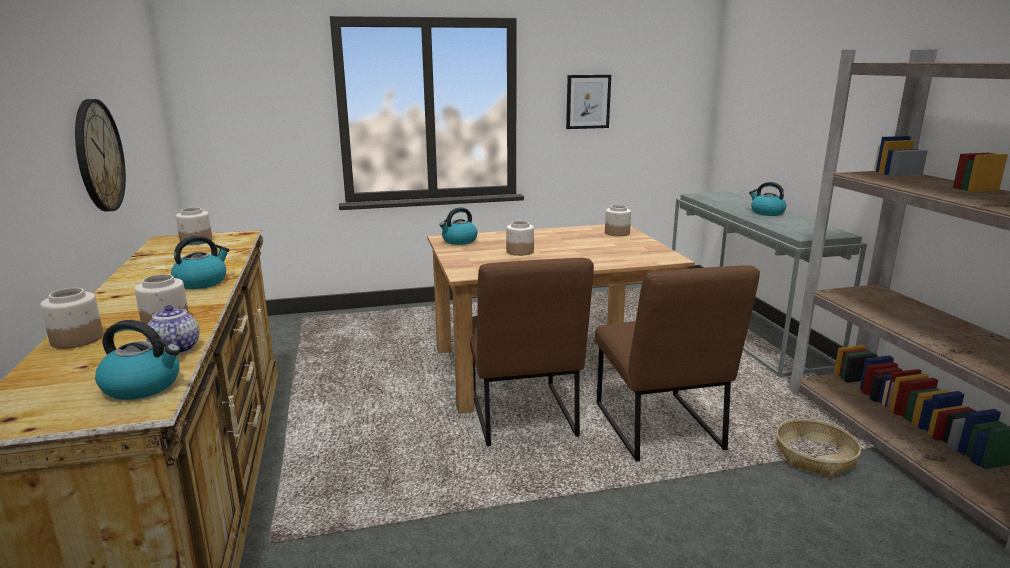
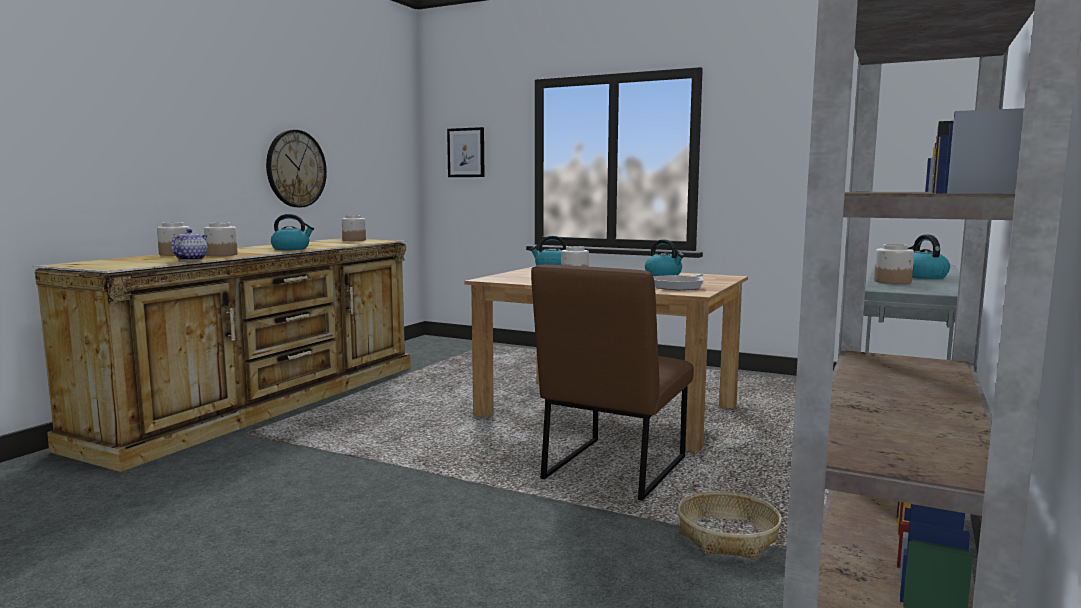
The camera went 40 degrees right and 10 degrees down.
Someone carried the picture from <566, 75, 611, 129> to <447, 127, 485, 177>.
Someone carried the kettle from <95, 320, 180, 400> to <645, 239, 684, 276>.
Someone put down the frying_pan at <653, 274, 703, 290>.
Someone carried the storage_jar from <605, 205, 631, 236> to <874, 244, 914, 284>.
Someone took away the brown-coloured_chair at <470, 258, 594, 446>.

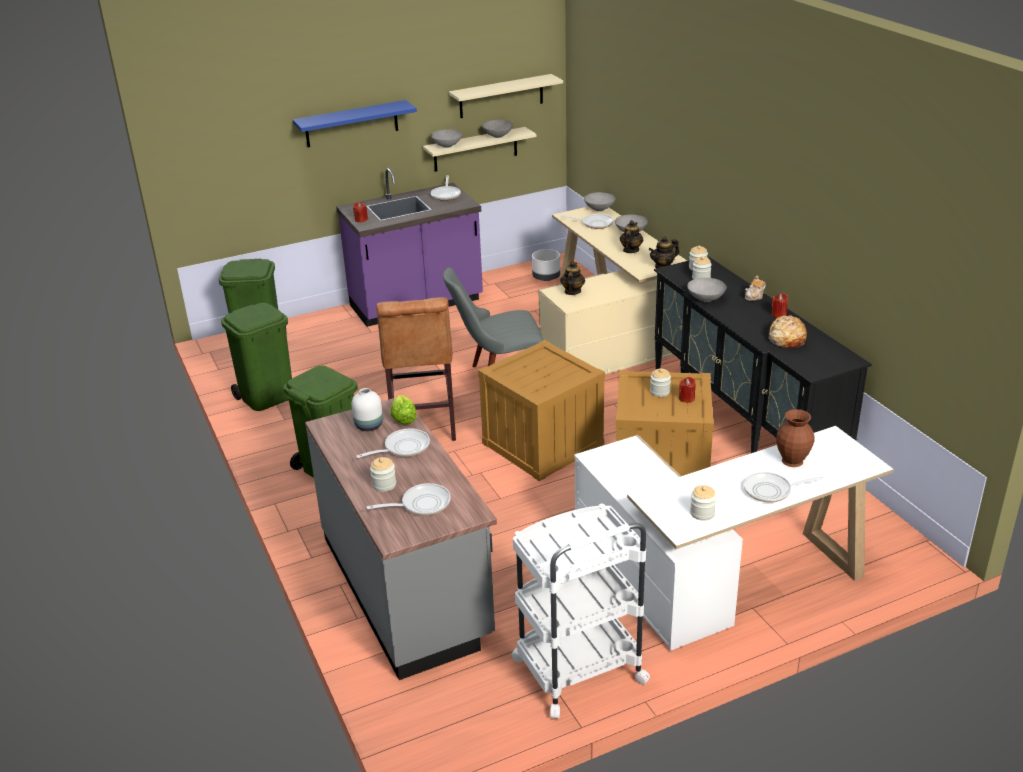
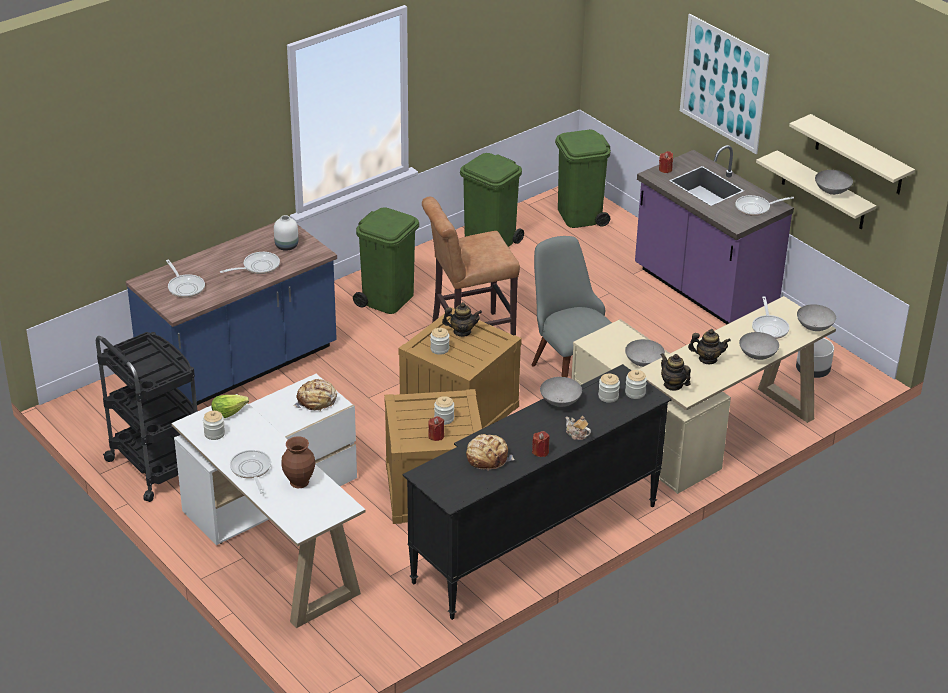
The camera went 75 degrees right and 5 degrees up.
Someone repainted the white-coloured_trolley at <511, 504, 650, 719>, which became the black_trolley at <96, 332, 198, 502>.
Someone repainted the gray_counter at <305, 398, 497, 680>, which became the blue_counter at <126, 222, 337, 405>.
Someone carried the head_of_lettuce from <391, 394, 417, 425> to <211, 395, 249, 418>.
Someone rotated the frying_pan at <356, 429, 430, 458> by 75 degrees counterclockwise.
Someone put down the baked_bread at <293, 379, 337, 412>.
Someone carried the storage_jar from <370, 457, 396, 492> to <430, 328, 450, 355>.
Someone carried the pot_for_tea from <560, 261, 585, 295> to <442, 302, 482, 337>.
Someone carried the gray_serving_bowl from <431, 129, 462, 148> to <625, 339, 665, 367>.
Someone swapped the blue_wall_shelf at <293, 100, 417, 147> for the picture at <680, 14, 769, 154>.

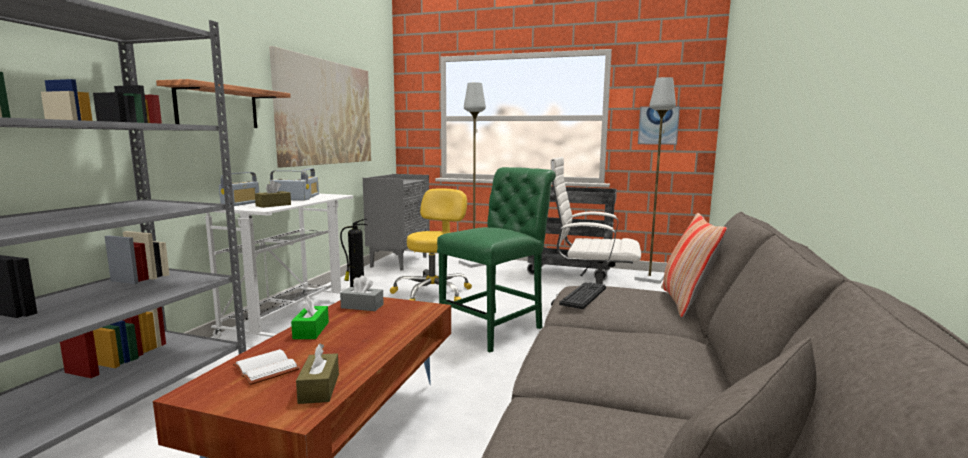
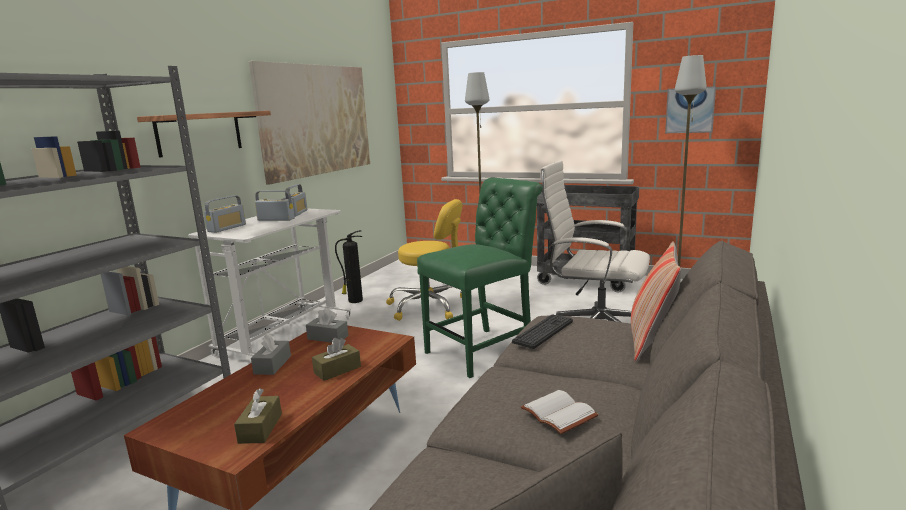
The camera went 10 degrees right and 5 degrees up.
Someone repainted the greenish_box_of_tissues at <291, 296, 329, 339>, which became the gray_box_of_tissues at <251, 333, 291, 375>.
Someone carried the brown-coloured_box_of_tissues from <255, 181, 291, 208> to <312, 338, 361, 381>.
Someone rotated the yellow_office_chair at <390, 188, 472, 301> by 75 degrees clockwise.
Someone carried the white-coloured_book from <233, 349, 300, 385> to <521, 390, 598, 434>.
Someone took away the gray_storage_cabinet at <363, 174, 430, 270>.

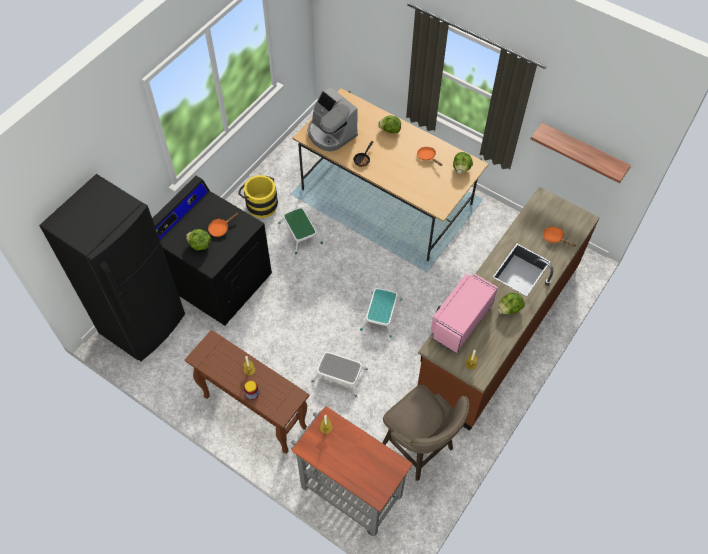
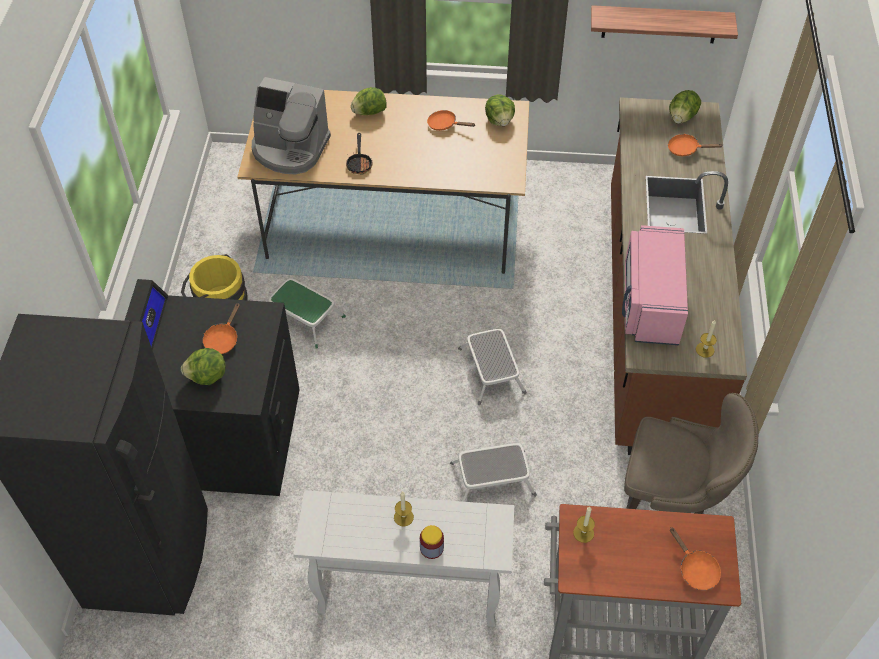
The camera went 30 degrees left and 5 degrees down.
Someone repainted the brown-coloured_hall_table at <185, 330, 309, 454>, which became the white-coloured_hall_table at <293, 490, 514, 627>.
Someone repainted the turquoise_step_ladder at <360, 288, 402, 338>, which became the gray_step_ladder at <458, 329, 527, 406>.
Someone carried the head_of_lettuce from <498, 293, 525, 314> to <669, 90, 701, 124>.
Someone put down the orange_frying_pan at <670, 527, 721, 590>.

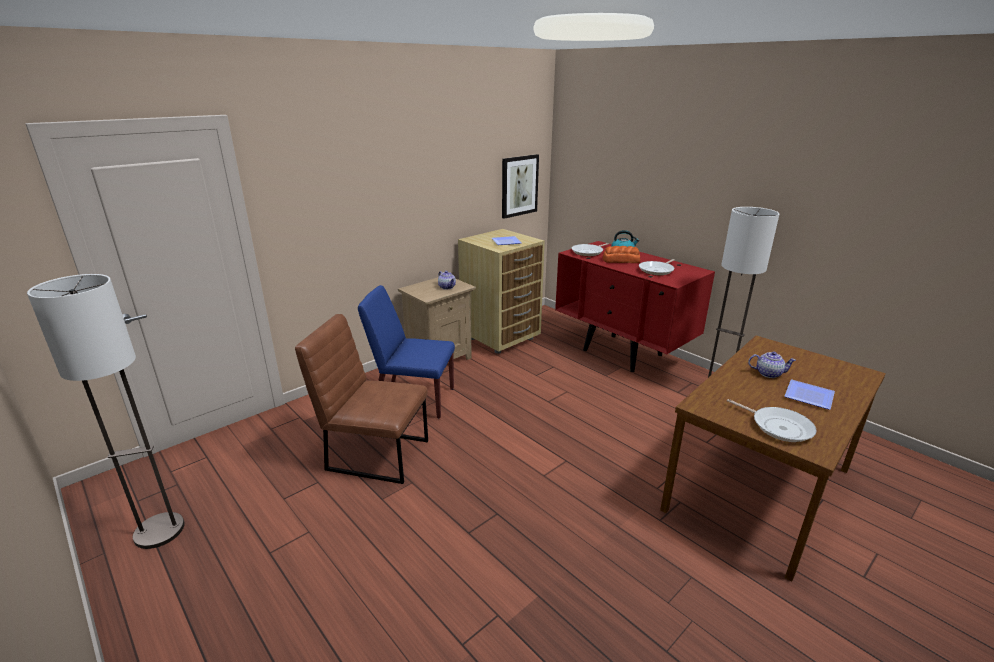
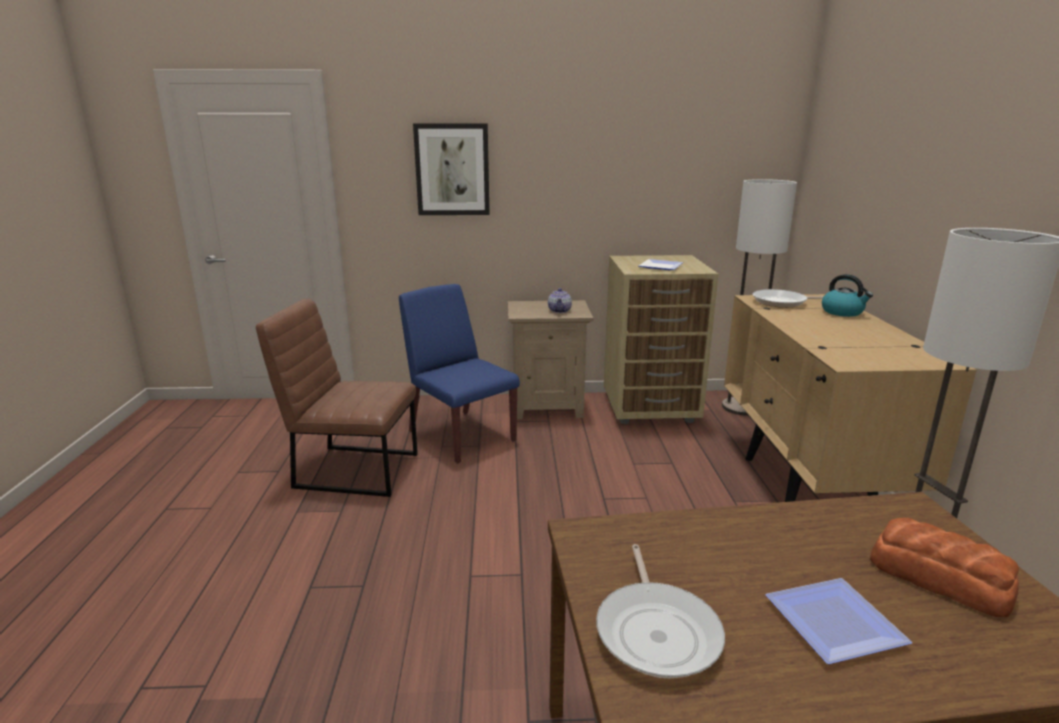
The camera went 40 degrees right and 5 degrees down.
Someone rotated the brown-coloured_chair at <295, 314, 428, 484> by 45 degrees counterclockwise.
Someone carried the picture from <502, 154, 539, 219> to <413, 123, 490, 215>.
Someone carried the standard_lamp from <27, 274, 185, 549> to <722, 179, 797, 416>.
Someone repainted the reddish_drawer_chest at <555, 241, 715, 372>, which became the sand-coloured_drawer_chest at <724, 294, 977, 502>.
Someone carried the baked_bread from <603, 246, 640, 263> to <870, 518, 1019, 617>.
Someone took away the frying_pan at <639, 259, 675, 275>.
Someone took away the pot_for_tea at <748, 351, 796, 378>.

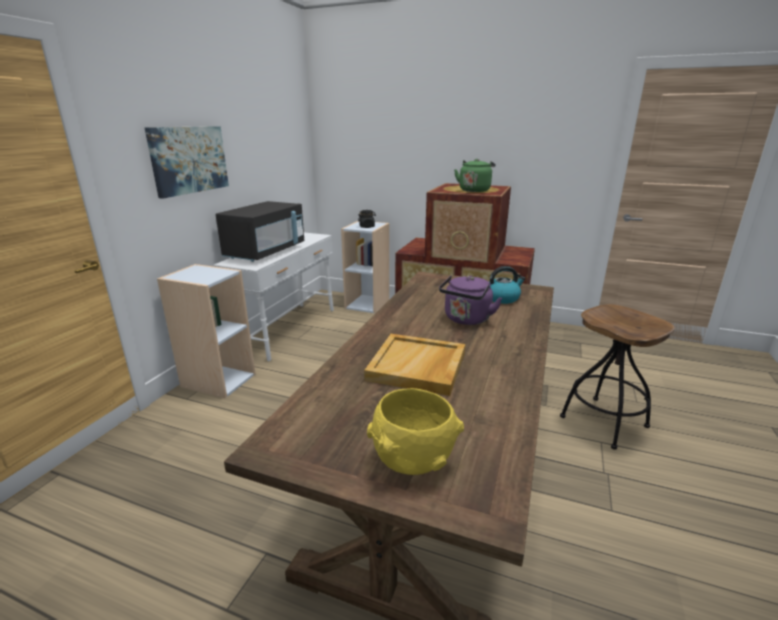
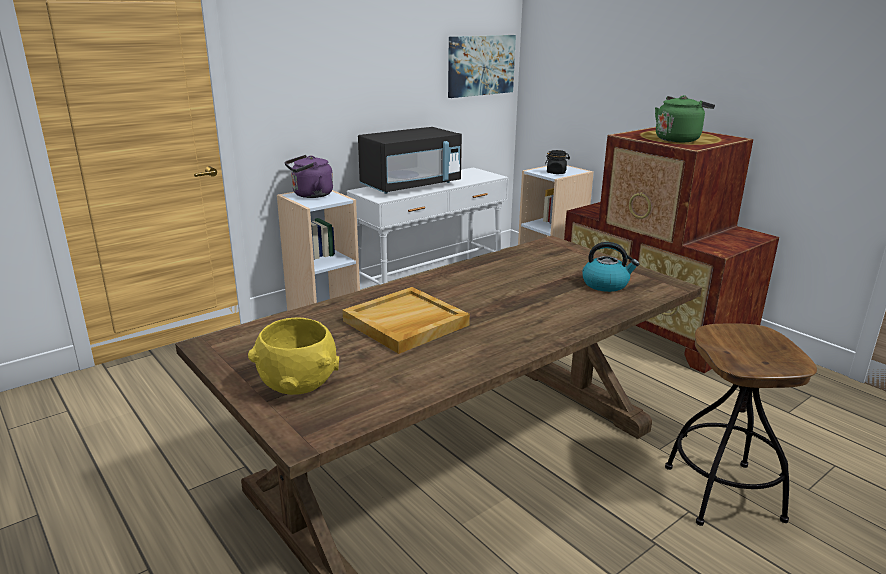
The camera went 30 degrees right and 0 degrees up.
Someone carried the purplish_kettle from <439, 275, 502, 325> to <285, 155, 333, 198>.
Someone carried the picture from <144, 126, 229, 199> to <448, 35, 516, 98>.

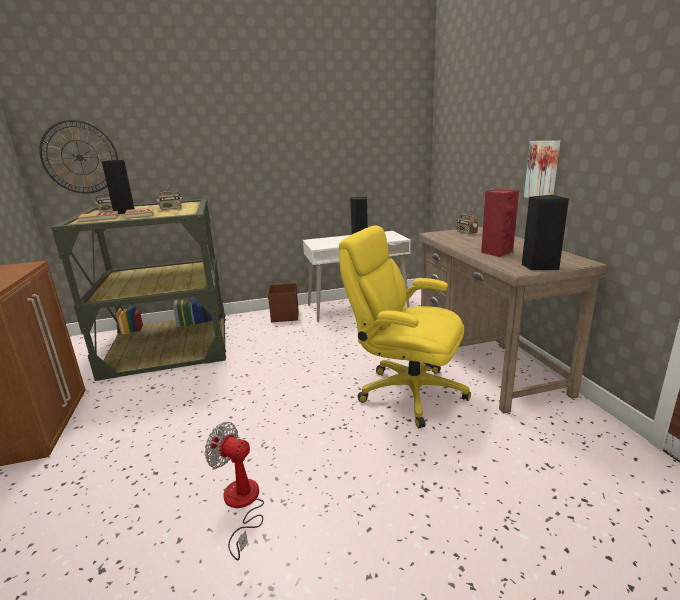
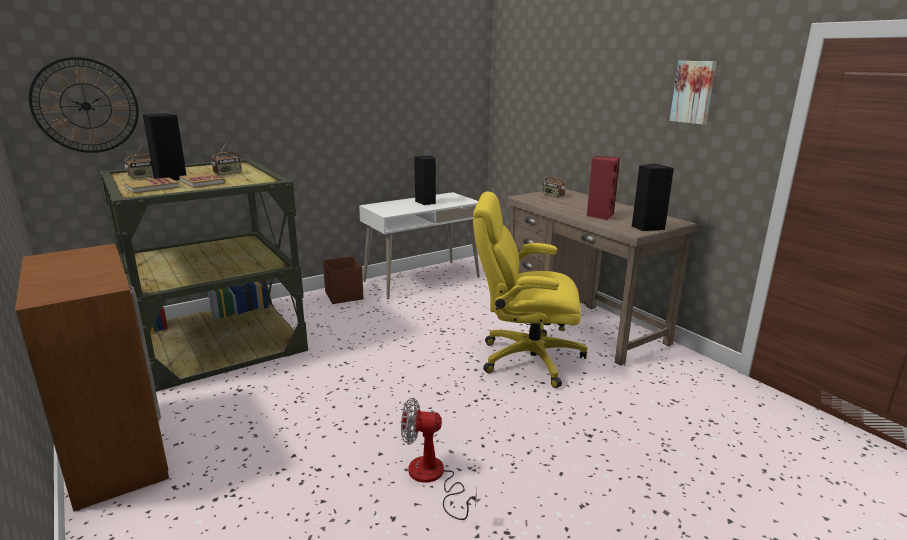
The camera went 20 degrees left and 0 degrees up.
Someone carried the picture from <524, 141, 560, 198> to <670, 61, 717, 125>.

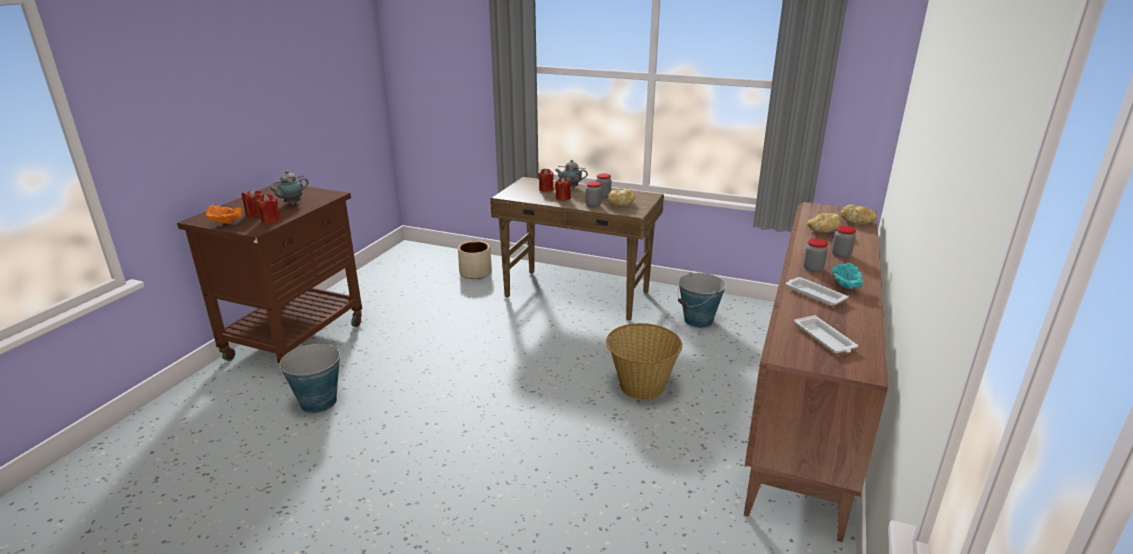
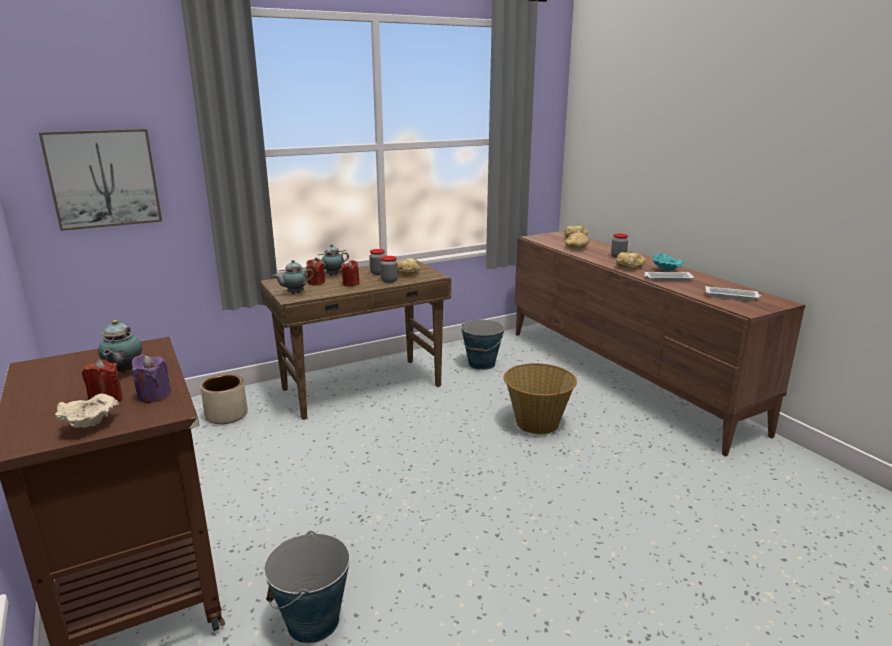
The camera went 50 degrees left and 5 degrees down.
Someone put up the picture at <39, 129, 162, 231>.
Someone repainted the orange_serving_bowl at <205, 205, 242, 224>, which became the sand-coloured_serving_bowl at <55, 394, 119, 428>.
Someone repainted the reddish_candle at <256, 194, 281, 223>, which became the purplish_candle at <132, 355, 171, 403>.
Someone put down the pot_for_tea at <272, 260, 314, 294>.
Someone swapped the storage_jar at <803, 238, 828, 272> for the baked_bread at <616, 252, 646, 269>.

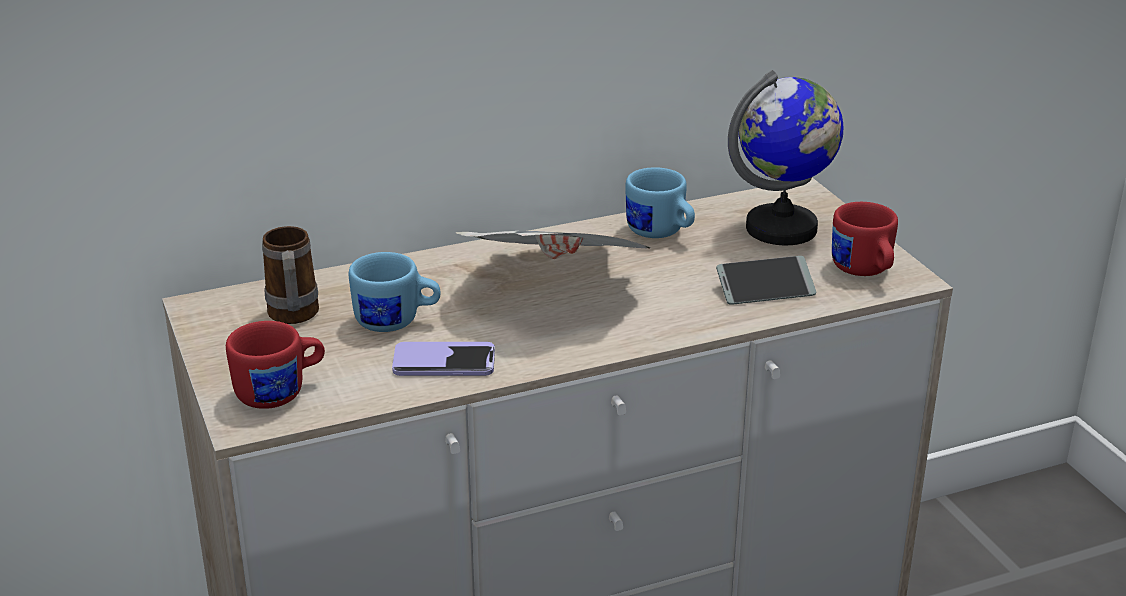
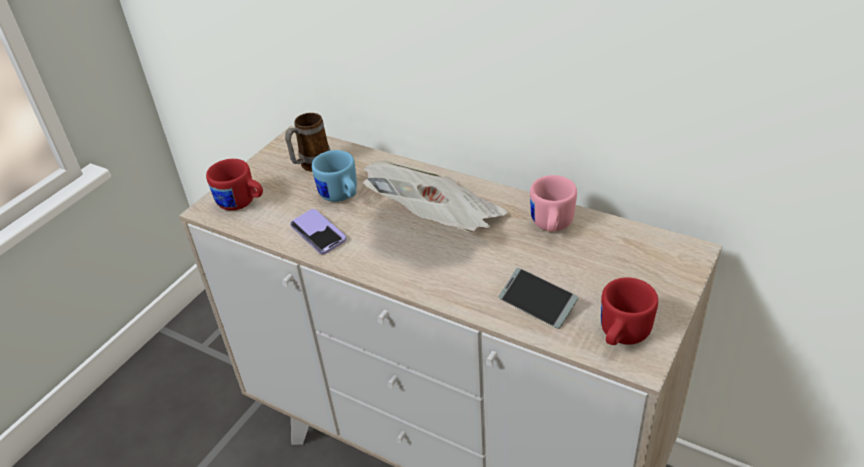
The camera went 55 degrees right and 10 degrees up.
Someone repainted the blue_mug at <625, 167, 695, 238>, which became the pink_mug at <530, 175, 577, 232>.
Someone took away the world_globe at <728, 70, 843, 245>.

